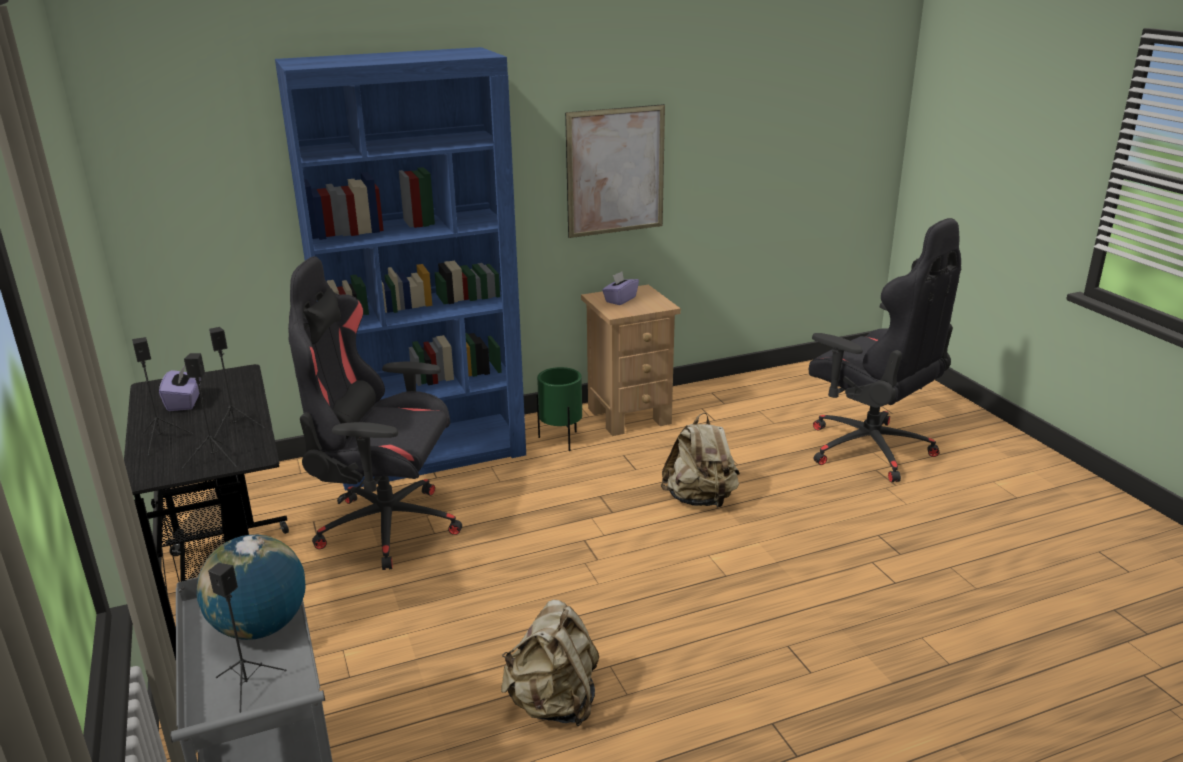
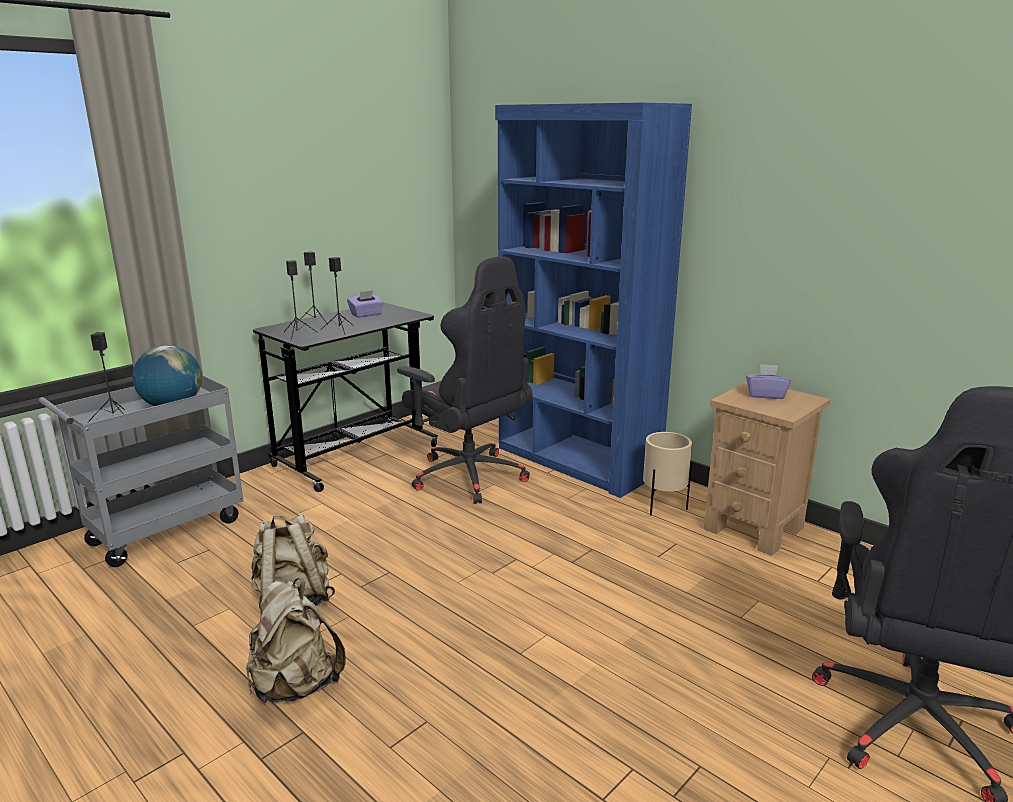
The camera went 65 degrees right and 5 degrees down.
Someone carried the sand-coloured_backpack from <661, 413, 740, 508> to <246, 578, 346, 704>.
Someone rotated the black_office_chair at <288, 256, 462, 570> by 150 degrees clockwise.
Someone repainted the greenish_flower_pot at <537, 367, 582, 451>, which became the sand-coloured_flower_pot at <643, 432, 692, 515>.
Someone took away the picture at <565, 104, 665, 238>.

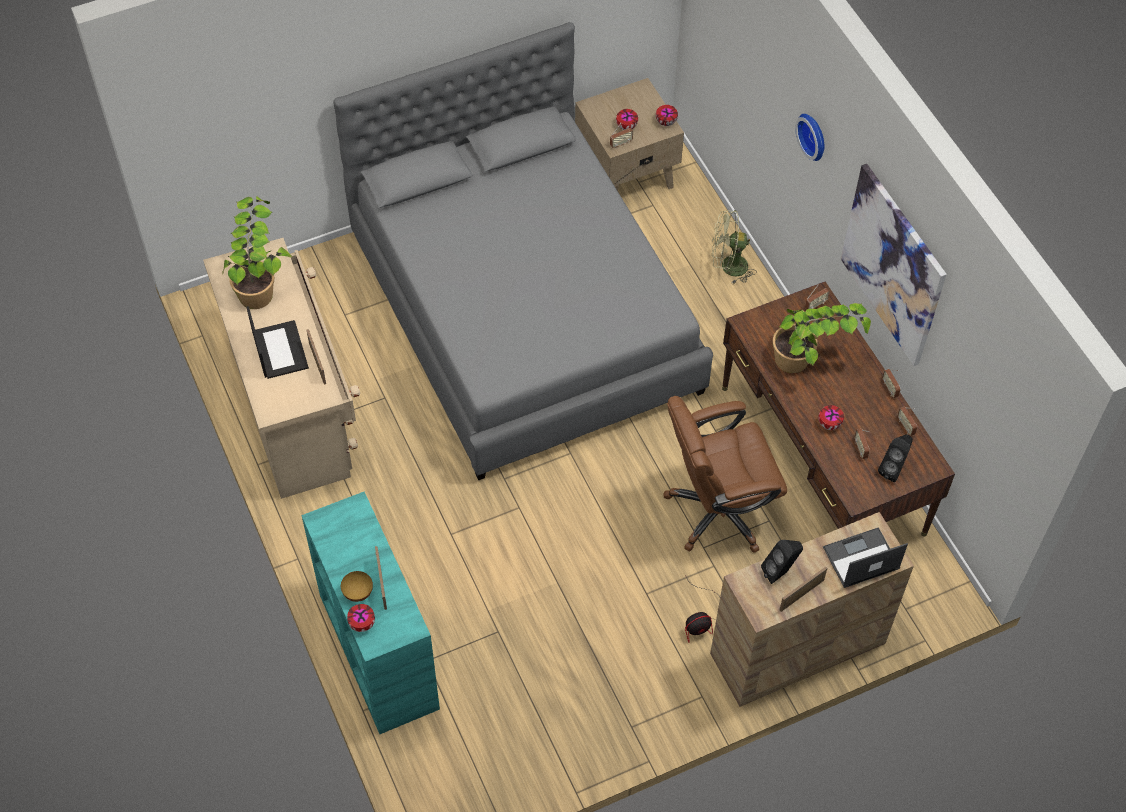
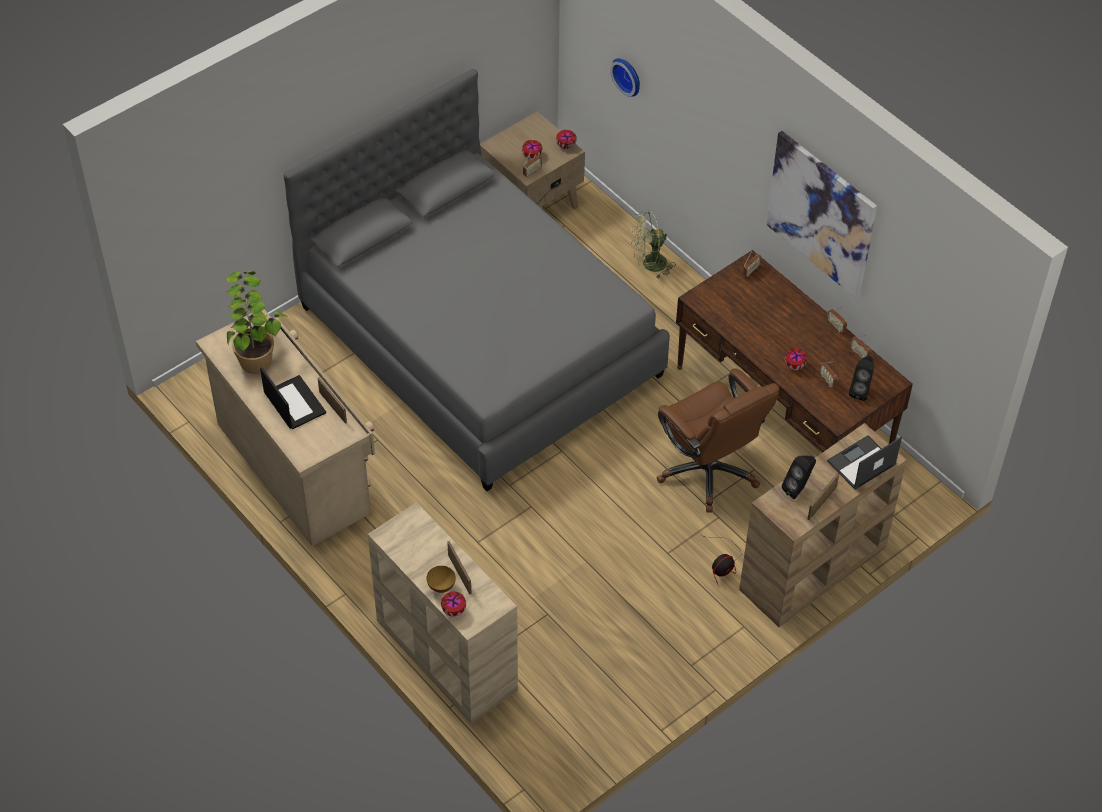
The camera went 15 degrees left and 5 degrees down.
Someone repainted the turquoise_bookshelf at <302, 492, 440, 734>, which became the sand-coloured_bookshelf at <368, 502, 518, 724>.
Someone carried the clock_on_the_wall from <795, 114, 824, 161> to <610, 58, 640, 97>.
Someone rotated the brown-coloured_office_chair at <663, 396, 787, 553> by 90 degrees counterclockwise.
Someone took away the potted_plant at <773, 303, 871, 373>.

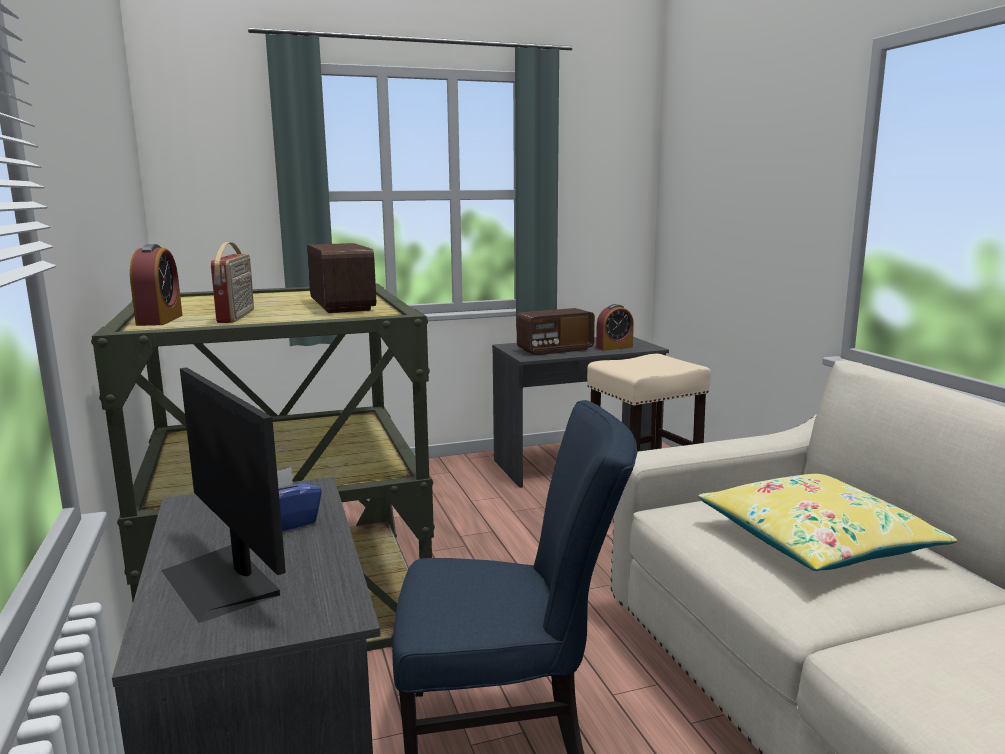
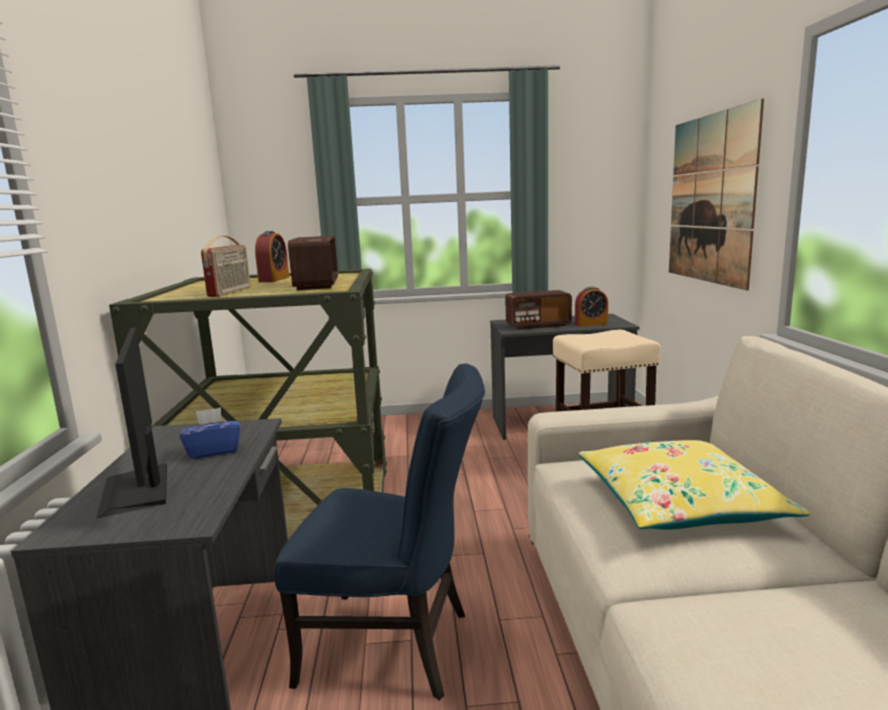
The camera went 15 degrees right and 0 degrees up.
Someone carried the alarm_clock from <130, 244, 183, 326> to <255, 231, 289, 282>.
Someone put up the picture at <669, 98, 764, 290>.

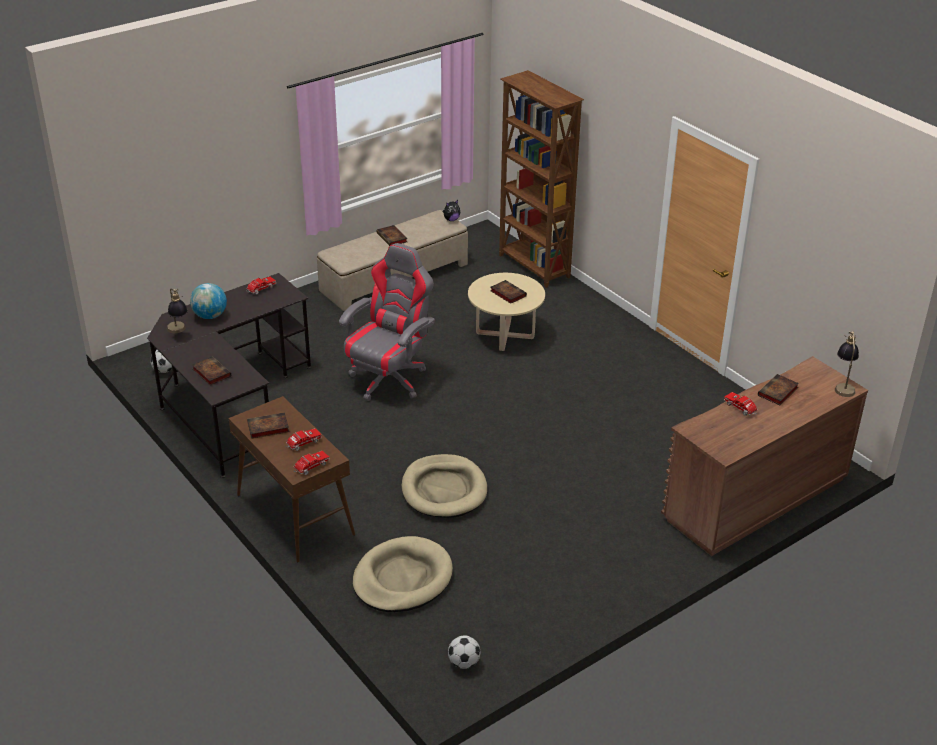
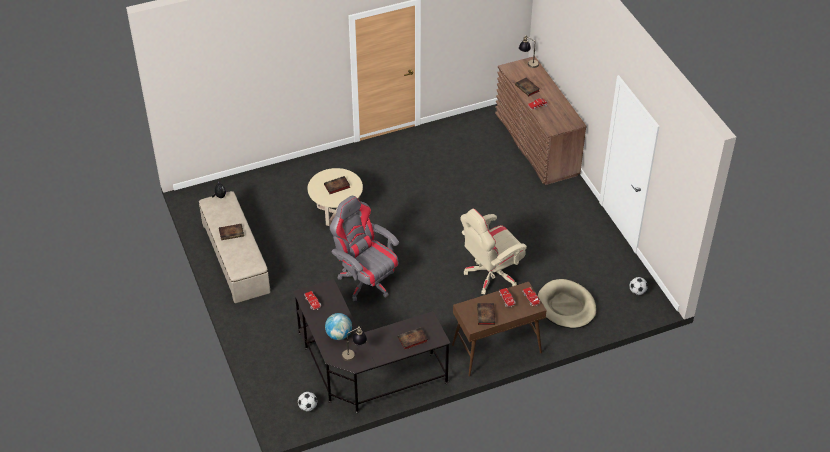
The camera went 75 degrees left and 10 degrees up.
Someone swapped the sand-coloured_dog_bed at <402, 454, 487, 518> for the sand-coloured_office_chair at <460, 208, 527, 295>.
Someone took away the brown-coloured_bookshelf at <499, 70, 584, 288>.

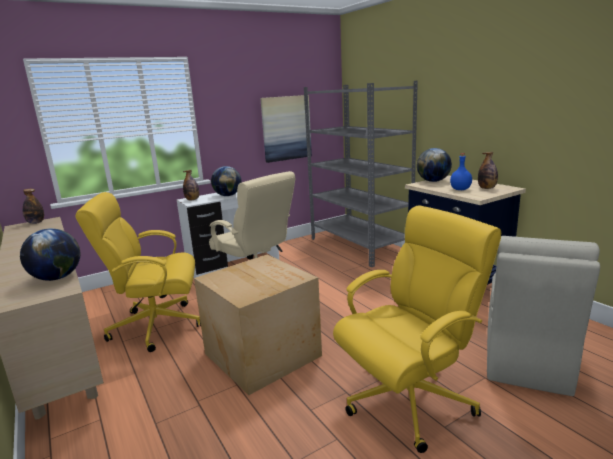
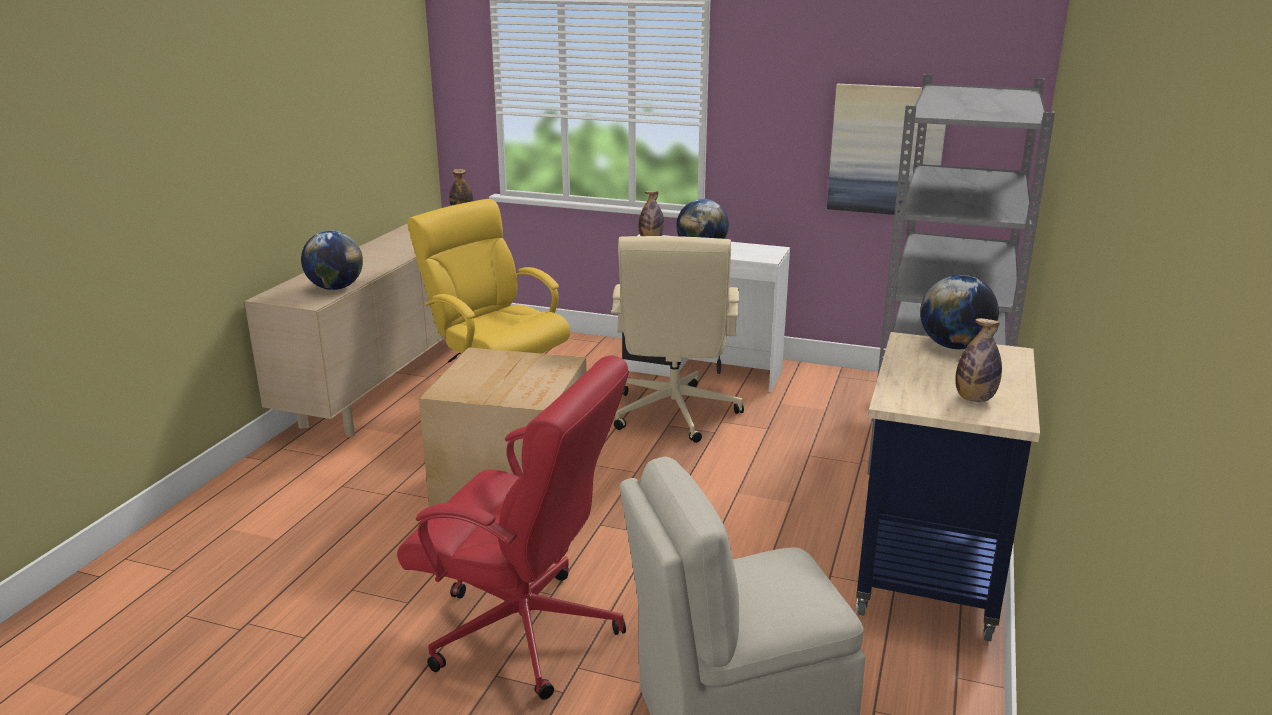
The camera went 50 degrees right and 5 degrees up.
Someone repainted the yellow_office_chair at <333, 206, 502, 453>, which became the reddish_office_chair at <397, 355, 629, 700>.
Someone took away the blue_bottle at <450, 153, 472, 190>.

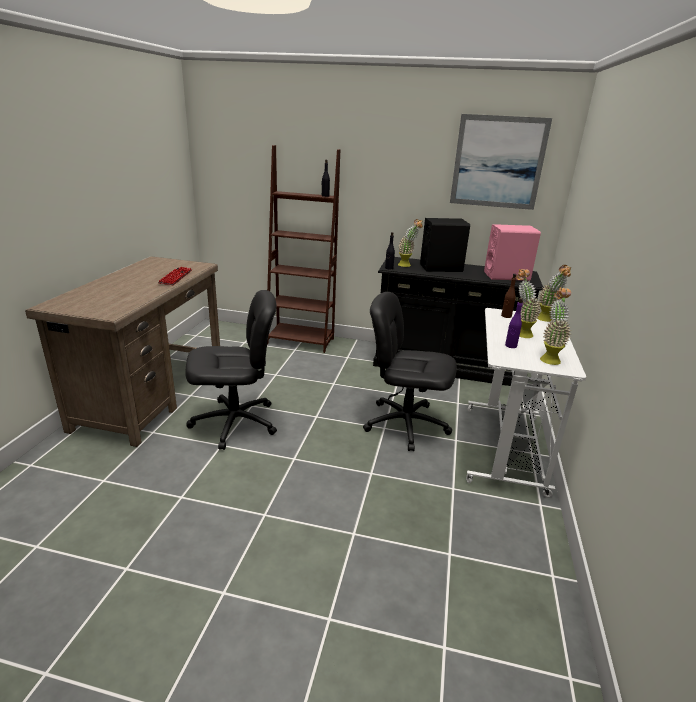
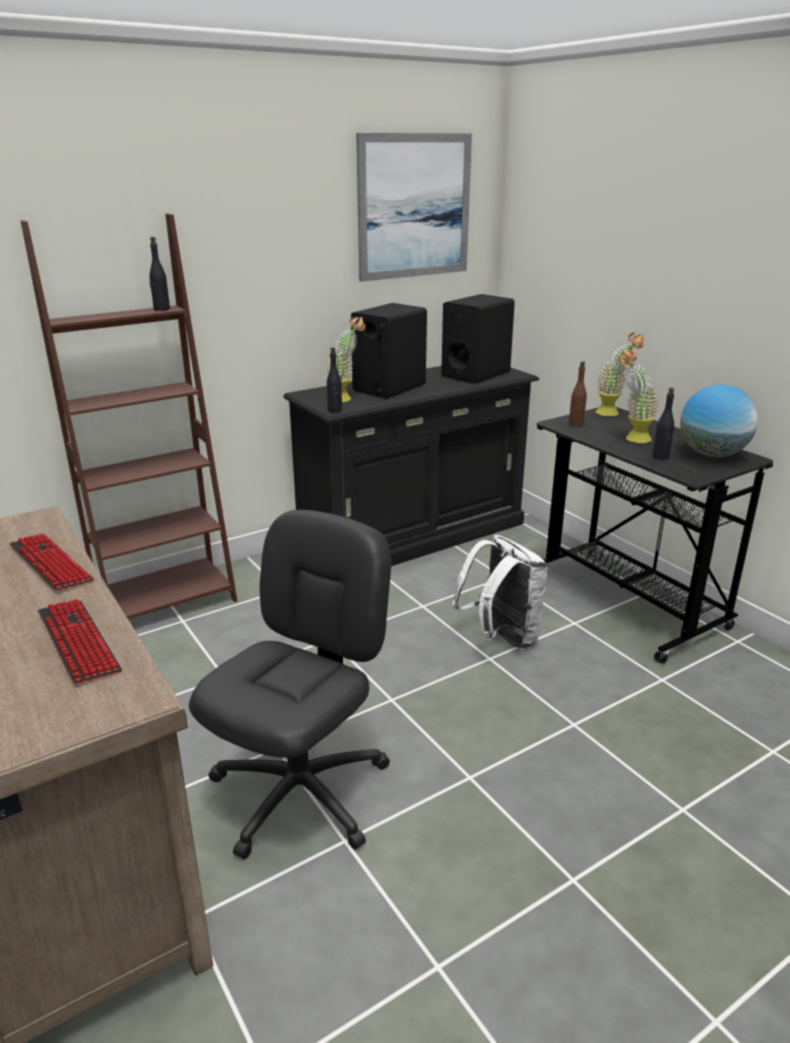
The camera went 45 degrees left and 0 degrees up.
Someone put down the keyboard at <38, 599, 122, 684>.
Someone repainted the pink_audio_speaker at <484, 224, 541, 281>, which became the black_audio_speaker at <441, 294, 515, 384>.
Someone swapped the black_office_chair at <363, 292, 457, 451> for the white-coloured_backpack at <452, 535, 548, 649>.
Someone repainted the white-coloured_desk_unit at <466, 308, 586, 498>, which became the black_desk_unit at <536, 407, 773, 663>.
Someone repainted the purplish_bottle at <505, 298, 523, 348>, which became the black_bottle at <652, 387, 674, 460>.
Someone swapped the potted_plant at <540, 287, 571, 365> for the world_globe at <680, 385, 758, 457>.

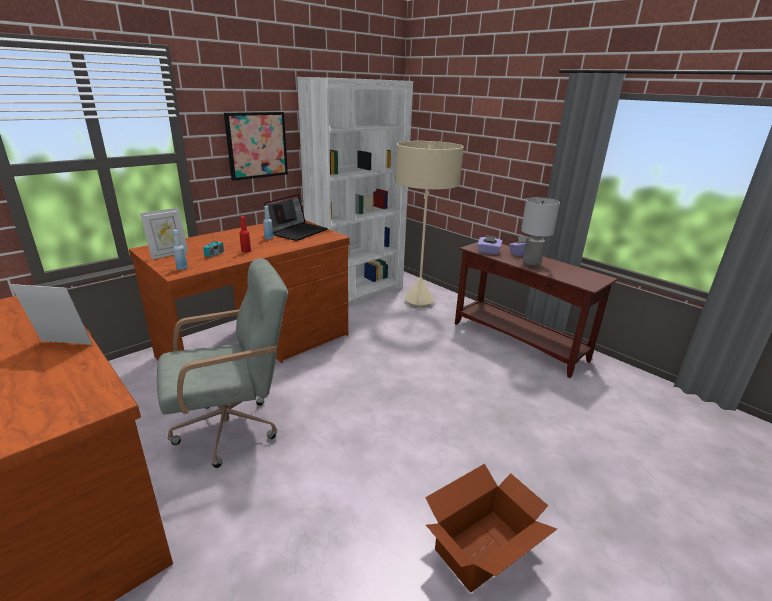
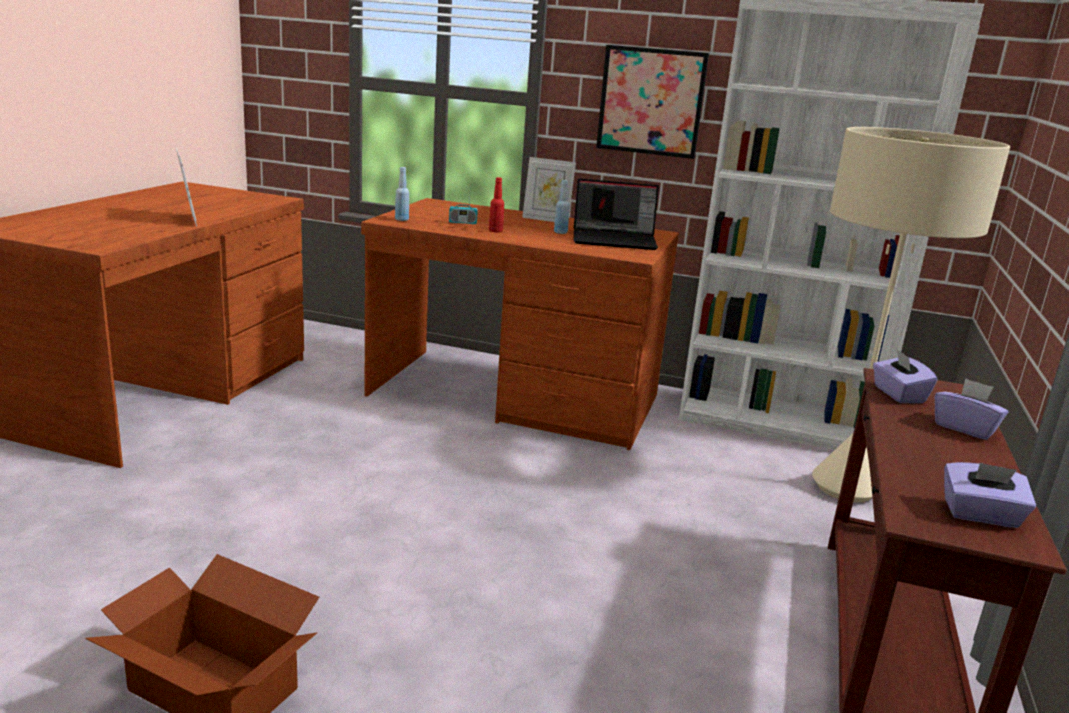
The camera went 60 degrees right and 5 degrees down.
Someone carried the photo_frame from <140, 208, 188, 259> to <522, 157, 576, 222>.
Someone put down the purplish_box_of_tissues at <944, 462, 1036, 528>.
Someone took away the gray_office_chair at <157, 258, 288, 468>.
Someone took away the gray_lamp_for_a_table at <521, 197, 560, 266>.

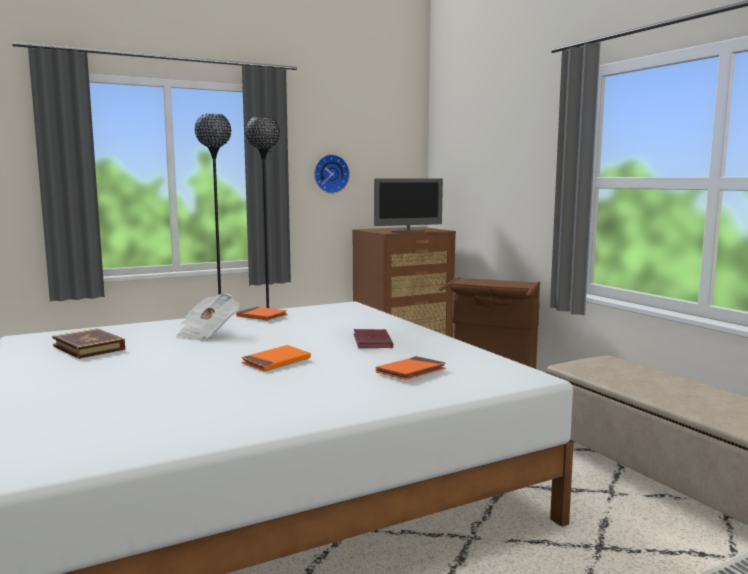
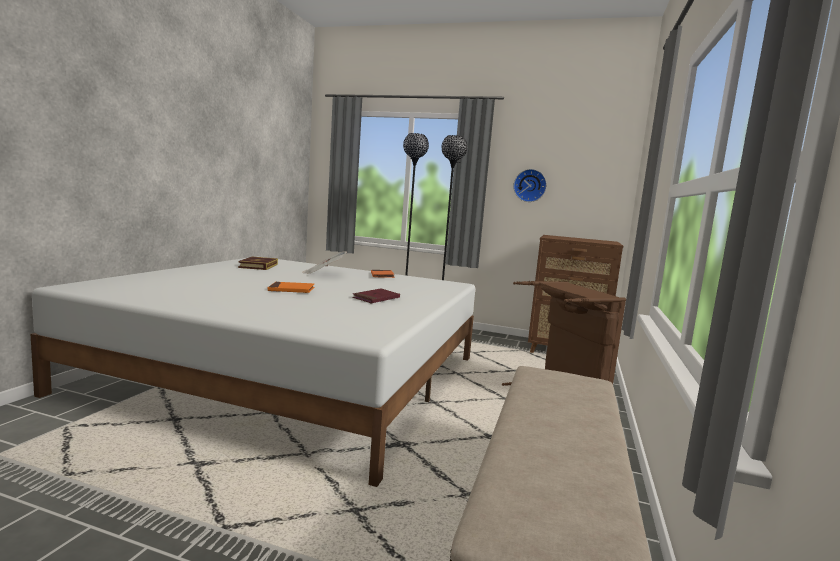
The camera went 45 degrees right and 0 degrees up.
Someone took away the computer_screen at <374, 179, 443, 233>.
Someone took away the orange_book at <376, 356, 446, 380>.

